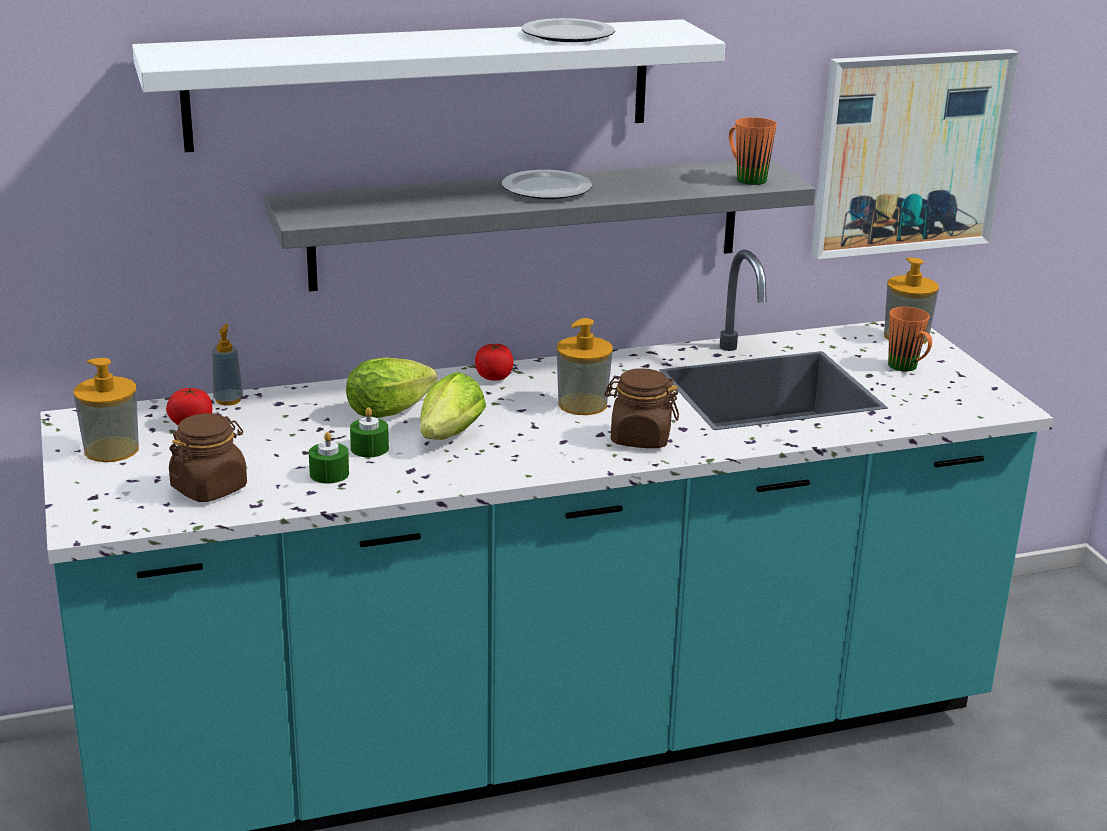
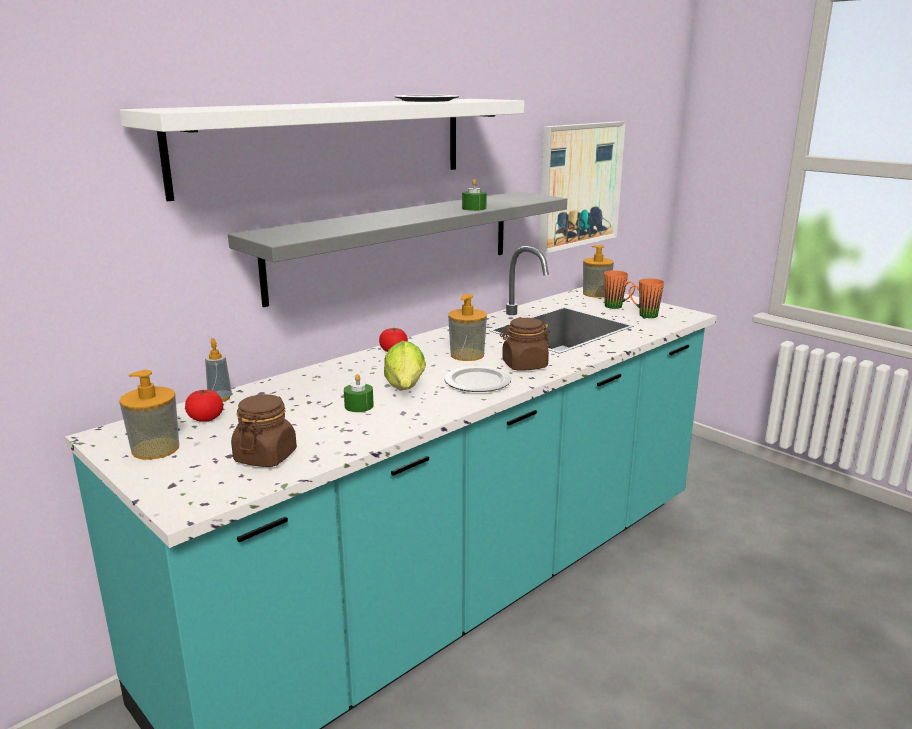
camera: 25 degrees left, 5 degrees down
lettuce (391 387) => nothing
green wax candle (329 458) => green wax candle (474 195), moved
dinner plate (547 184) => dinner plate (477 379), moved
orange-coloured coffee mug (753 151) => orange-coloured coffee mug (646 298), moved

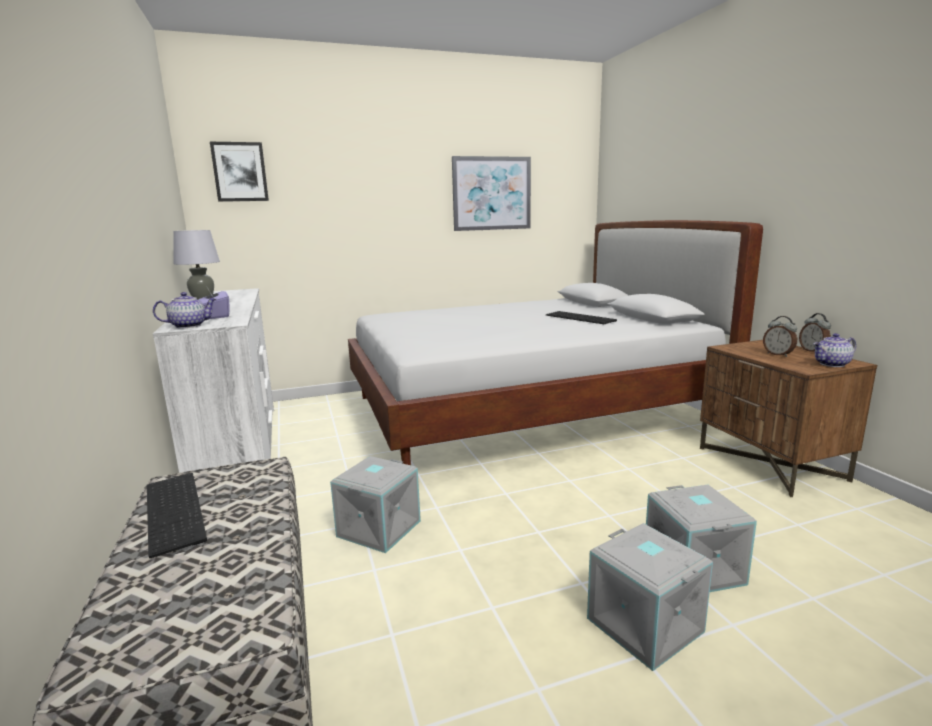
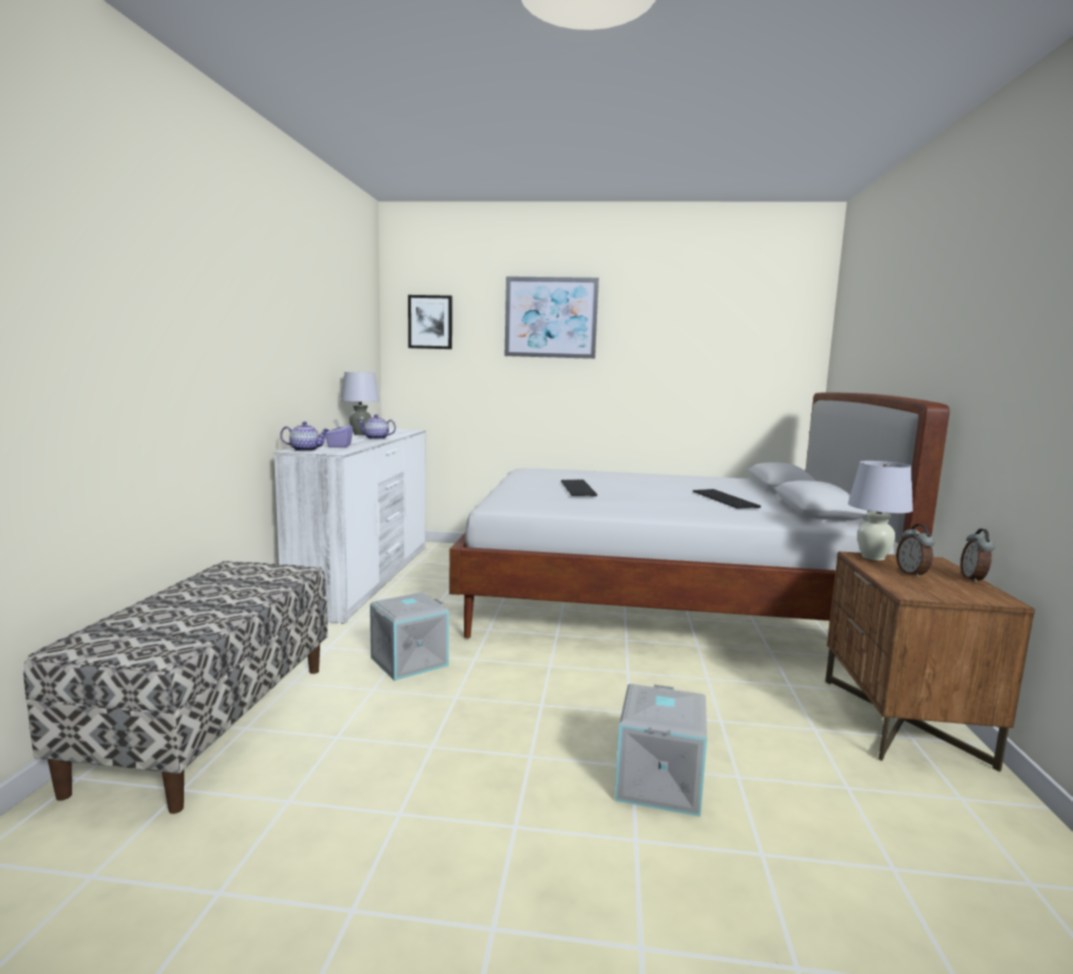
camera: 25 degrees right, 5 degrees down
grey storage box (650 597) => nothing
nothing => white tabletop lamp (880 510)
PC keyboard (177 515) => PC keyboard (579 488), moved
wall picture (491 193) => wall picture (552 317), moved
teapot (834 350) => teapot (376 427), moved

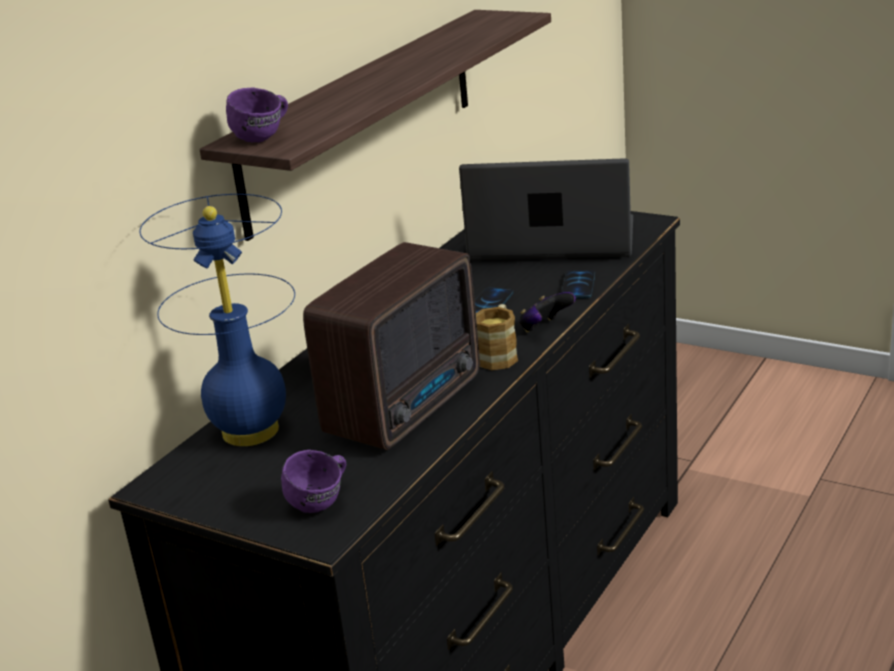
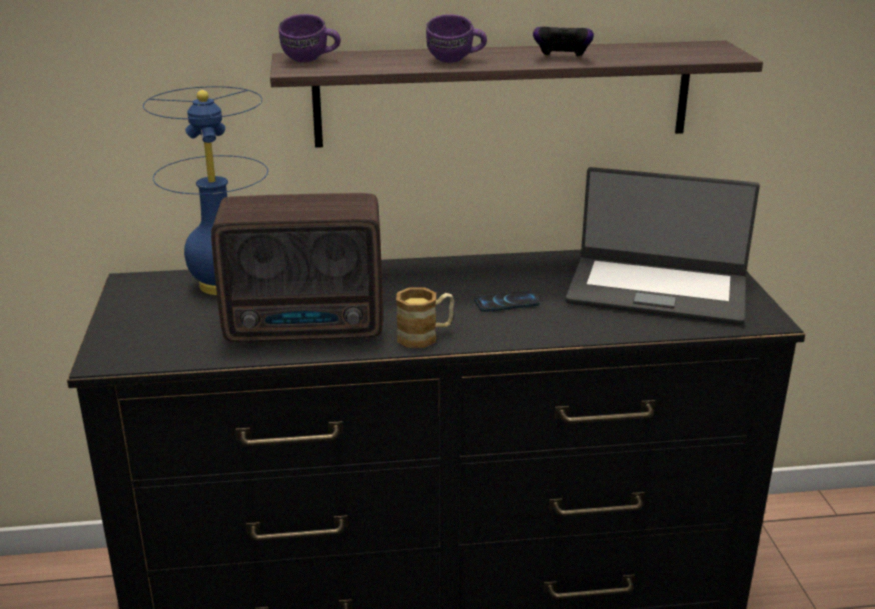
camera: 50 degrees right, 0 degrees up
phone (578 284) => nothing
purple-coloured coffee mug (313 481) => purple-coloured coffee mug (456 38), moved
game controller (547 312) => game controller (563 42), moved
notebook computer (546 209) => notebook computer (662 246), 135 degrees clockwise

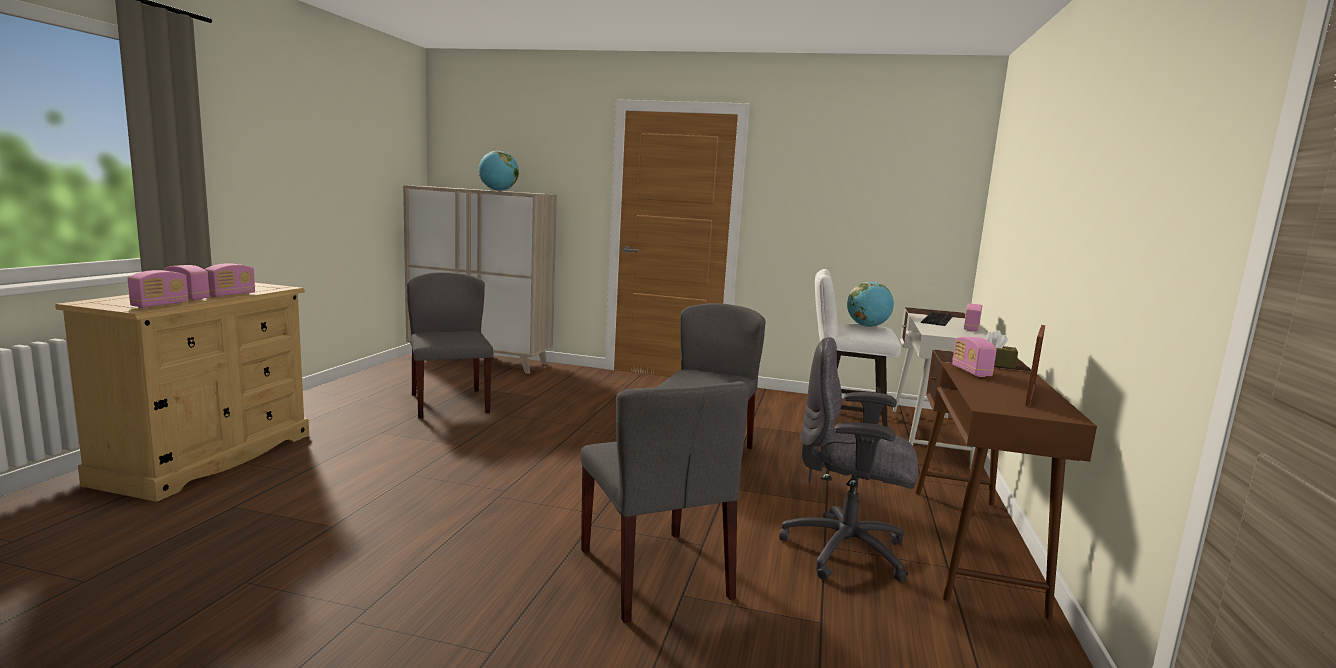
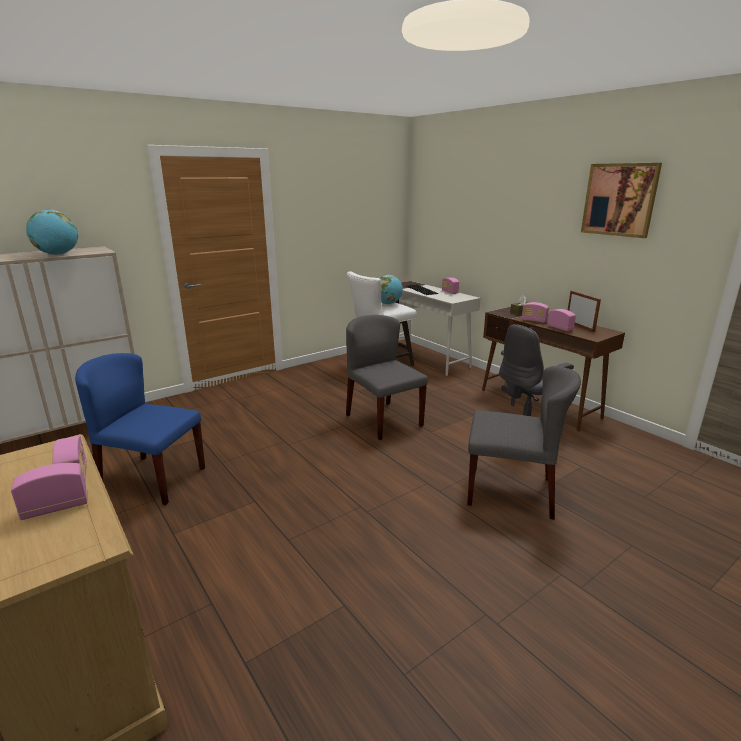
camera: 50 degrees left, 10 degrees up
nothing => wall picture (621 200)
radio set (158 289) => radio set (561 320), moved
grey plain chair (450 345) => bluish plain chair (140 429)

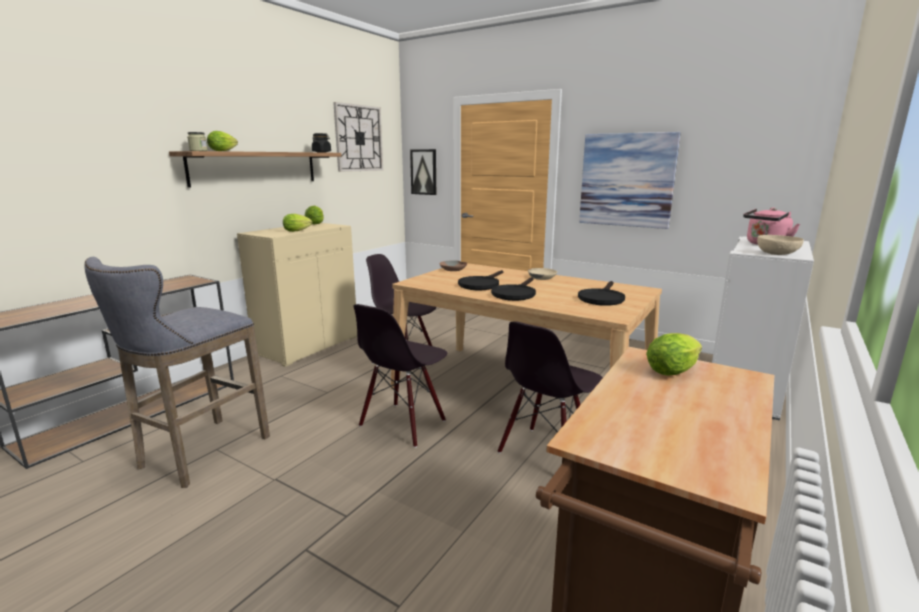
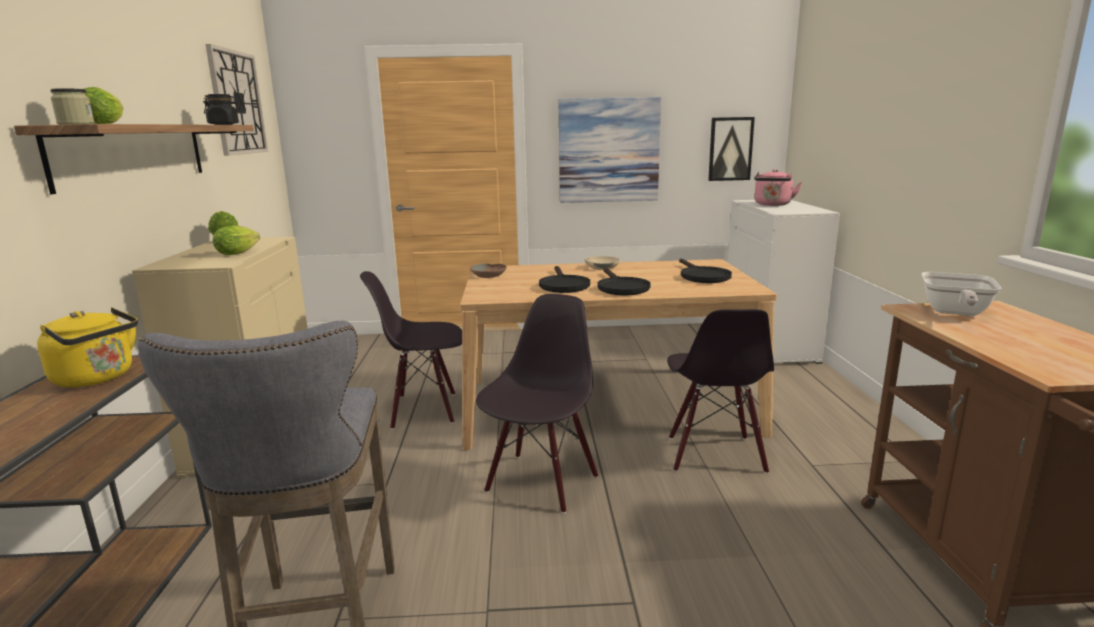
camera: 35 degrees left, 0 degrees up
beige bowl (780 245) => nothing
nothing => yellowish kettle (87 347)
wall picture (423 172) => wall picture (731 149), moved
lettuce (674 354) => skillet (961 294)
black-coloured plain chair (401 376) => black-coloured plain chair (537 404), 150 degrees counterclockwise

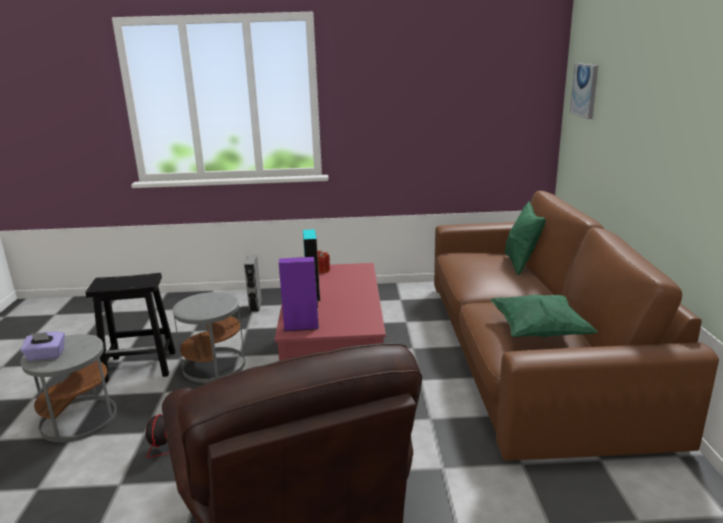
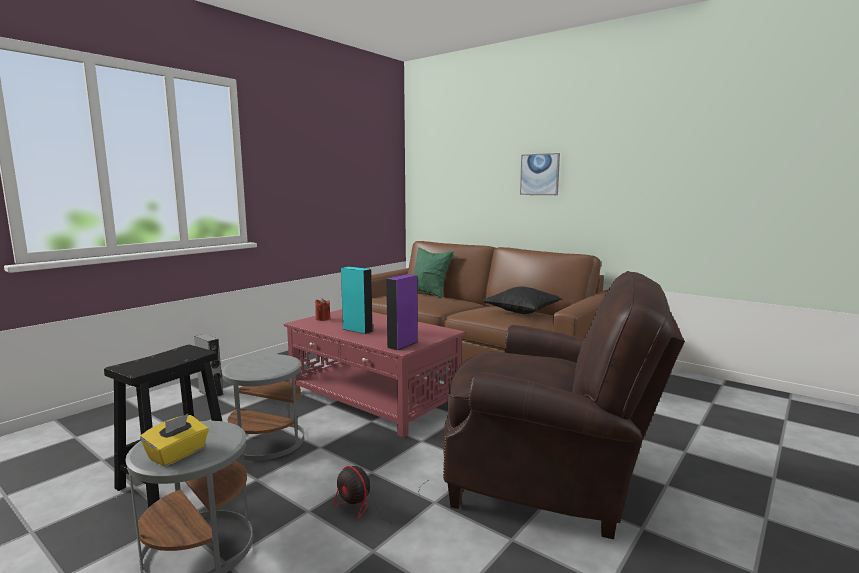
camera: 50 degrees left, 10 degrees down
wall picture (584 91) => wall picture (540 174), moved
purple-coloured tissue box (43 346) => yellowish tissue box (174 440)
green pillow (544 316) => black-coloured pillow (522 300)

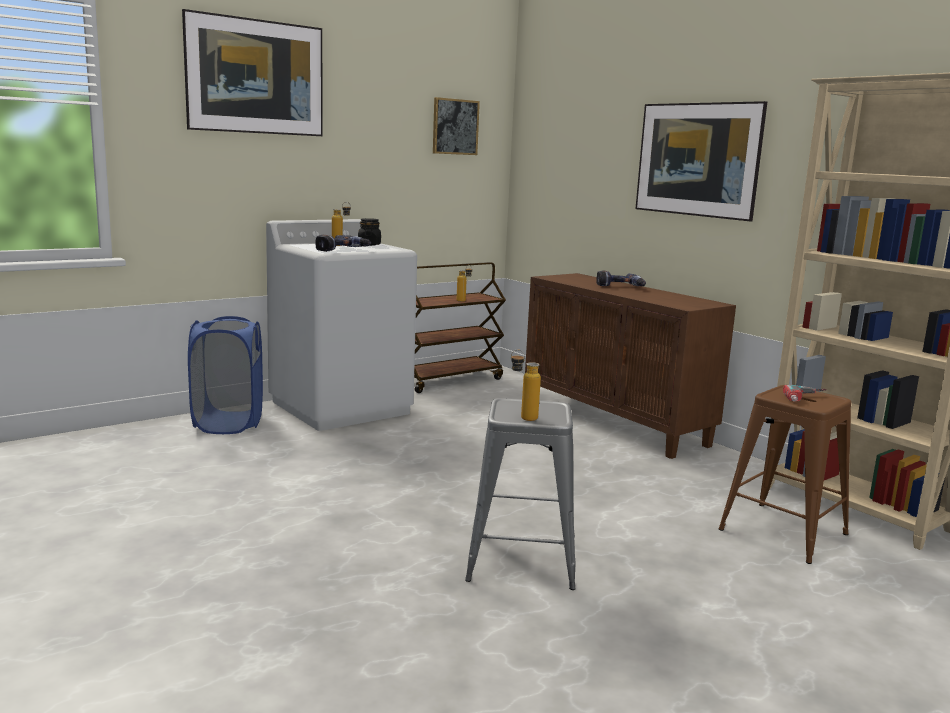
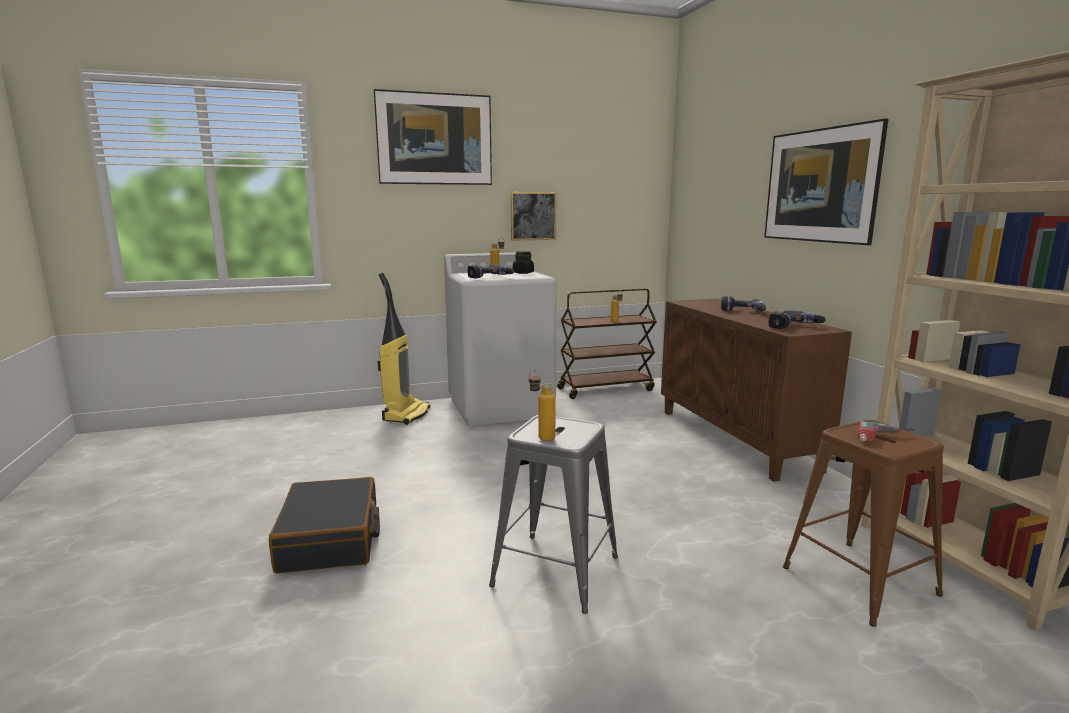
camera: 20 degrees right, 0 degrees up
nothing => black-coloured travel case (324 525)
nothing => electric drill (797 319)
wall picture (456 126) => wall picture (534 216), moved
bluish hamper (225 375) => hoover (404 349)

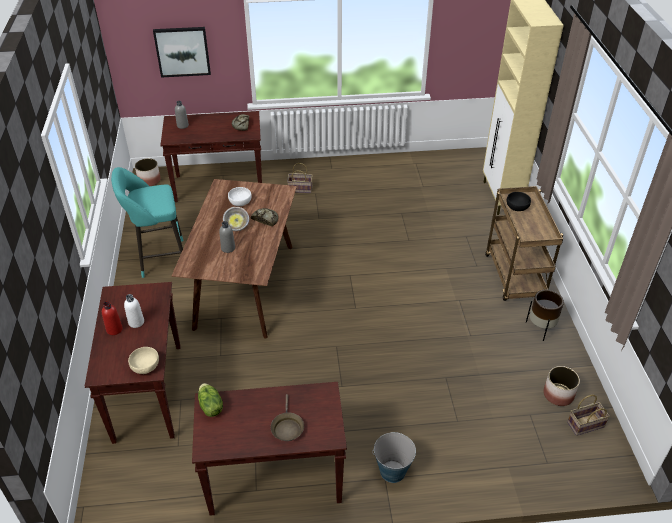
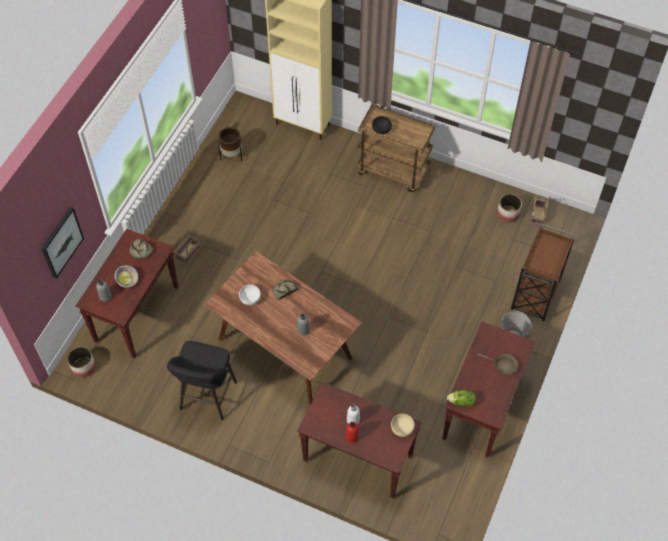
camera: 60 degrees left, 15 degrees up
nothing => brown wheeled cart (543 272)
bowl (236 219) => bowl (126 276), moved
brown plant pot (545 315) => brown plant pot (230 144), moved
turquoise-coloured sitting stool (147 222) => black-coloured sitting stool (202 380)

